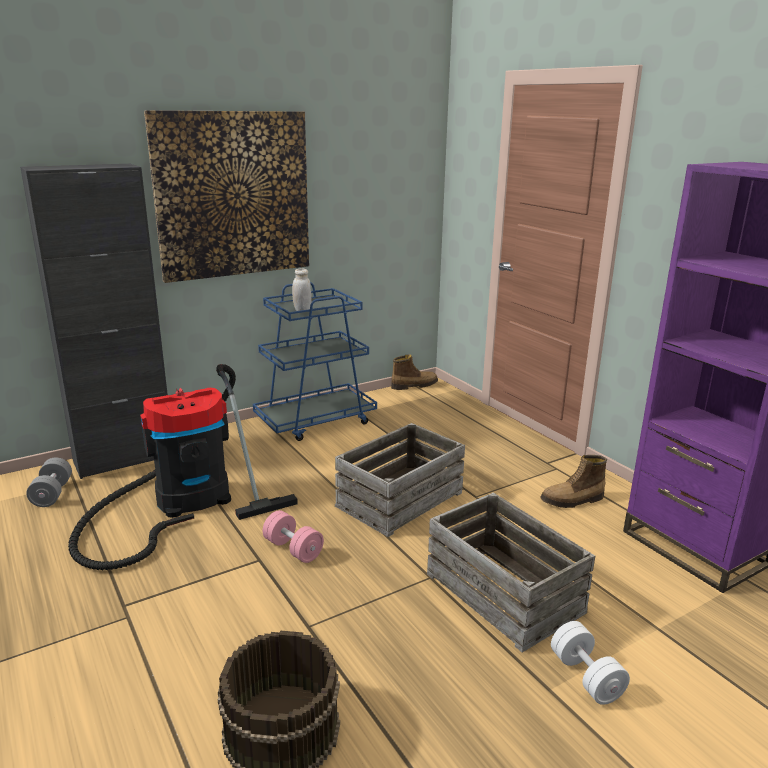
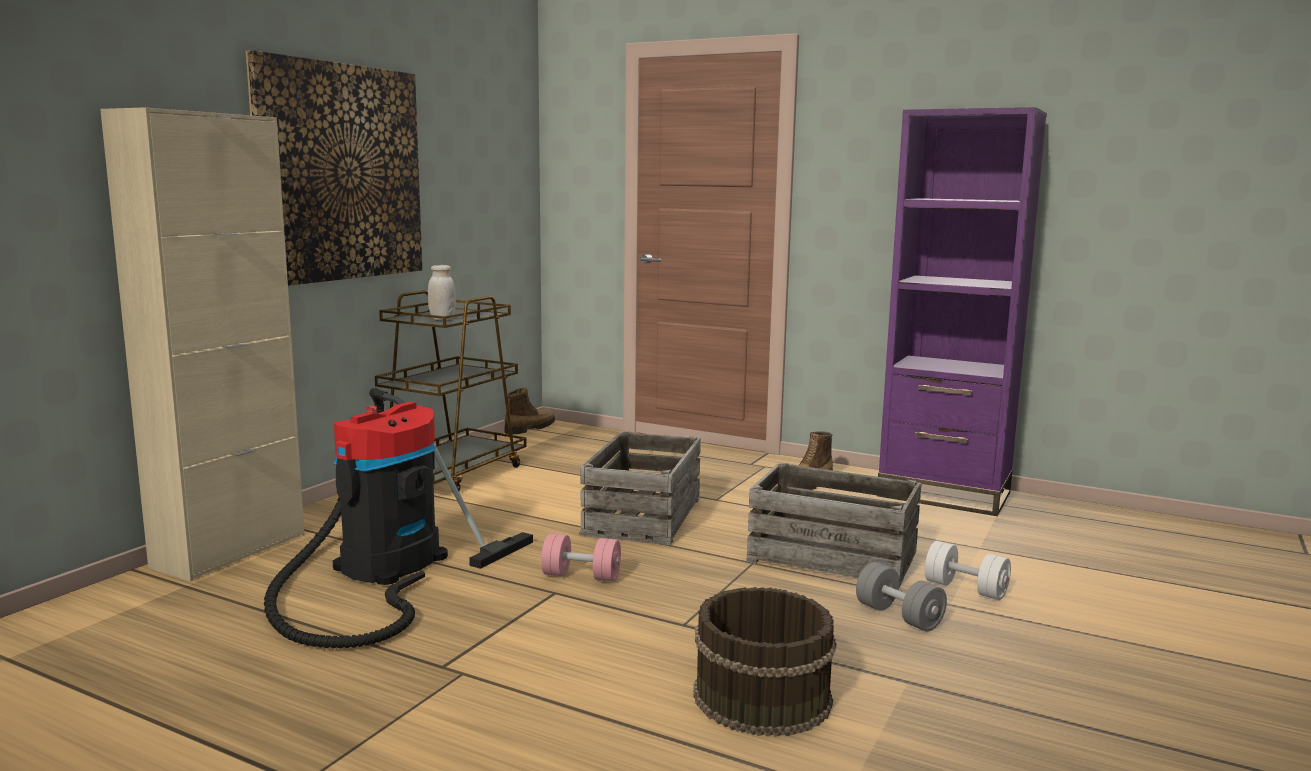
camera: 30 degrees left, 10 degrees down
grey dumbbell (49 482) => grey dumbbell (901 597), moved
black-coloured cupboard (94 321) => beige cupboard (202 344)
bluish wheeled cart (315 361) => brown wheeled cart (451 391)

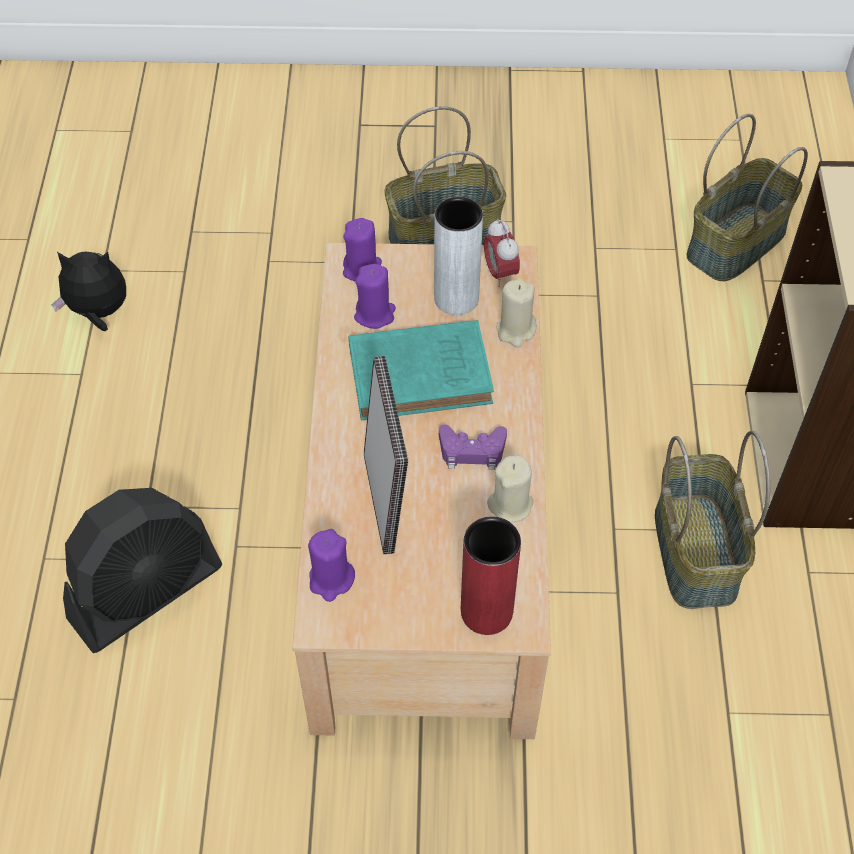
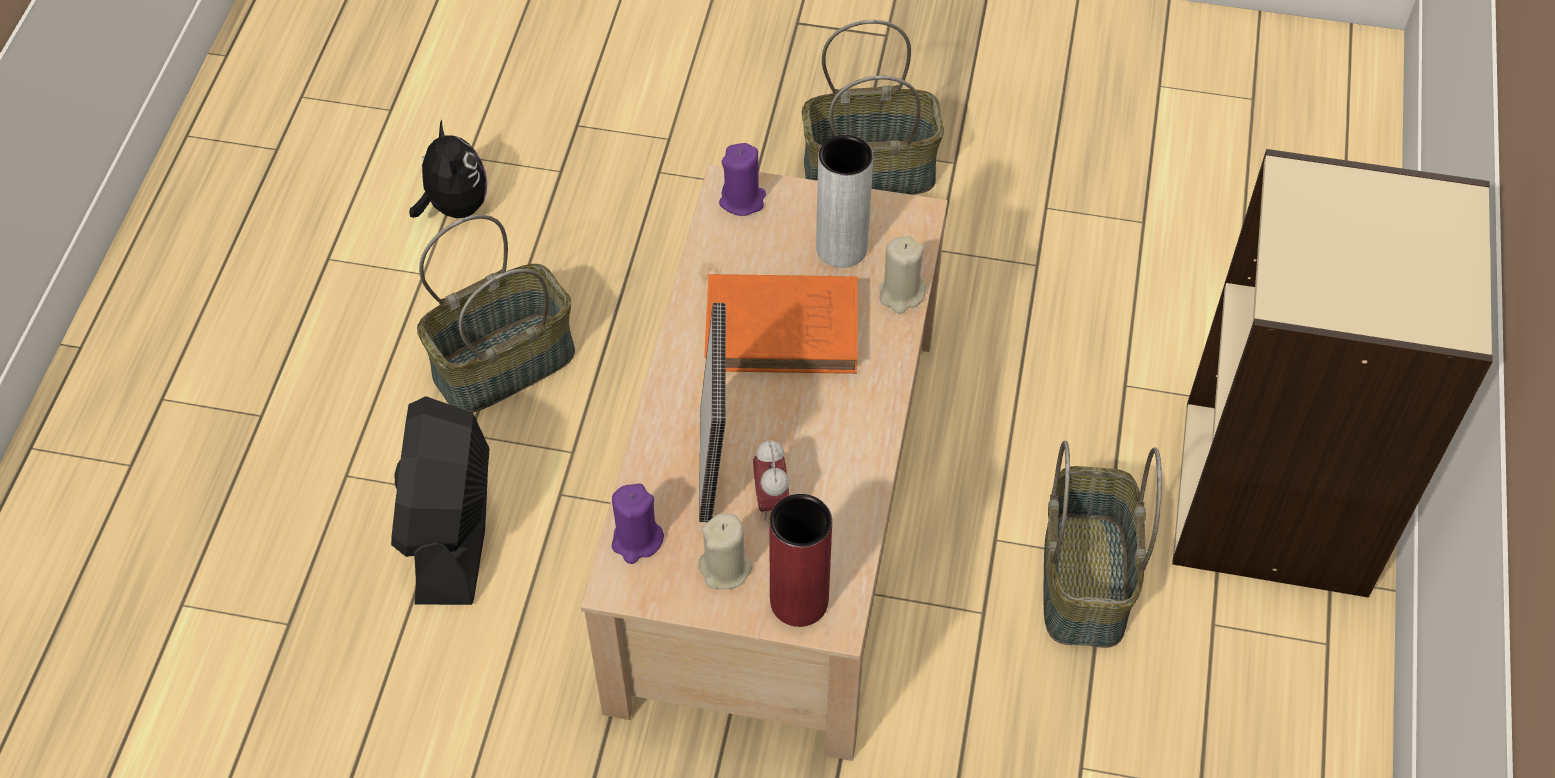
camera: 10 degrees right, 0 degrees up
purple-coloured wax candle (375 296) => nothing
purple-coloured game controller (473 447) => nothing
bedside clock (502 253) => bedside clock (771 480), moved
beige wax candle (510 489) => beige wax candle (725 551), moved
household basket (747 197) => household basket (496 314), moved
turquoise-coloured book (421 370) => orange-coloured book (781 324)
soft toy (89 291) => soft toy (448 168), 60 degrees clockwise
black-coloured fan (143 570) => black-coloured fan (440 500), 120 degrees clockwise

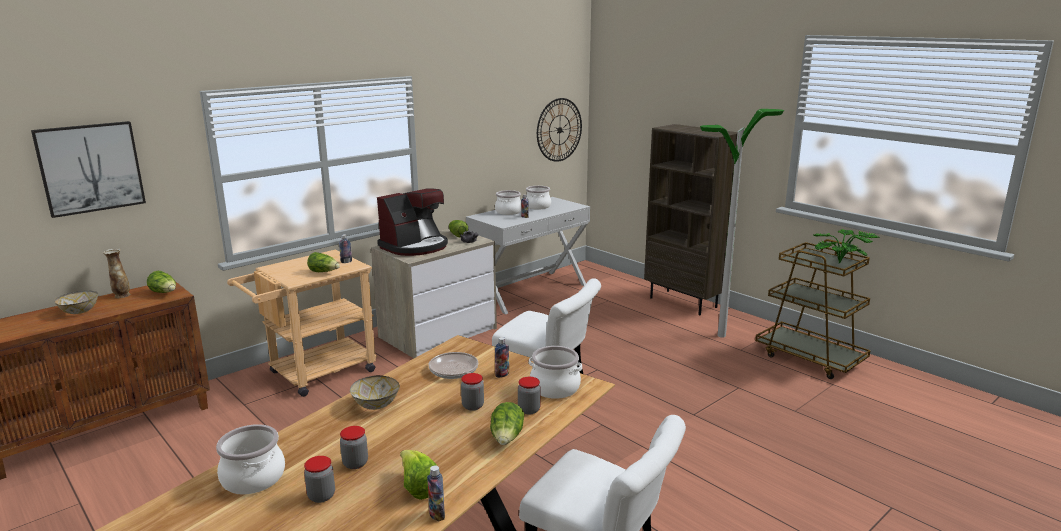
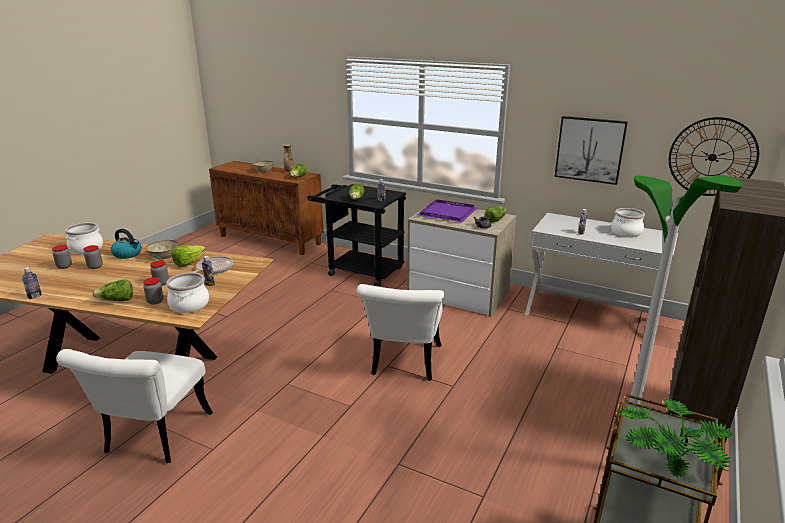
camera: 70 degrees right, 5 degrees up
saucepot (508 202) => nothing
nothing => kettle (126 244)
wall picture (88 169) => wall picture (591 150), moved
lettuce (418 475) => lettuce (188 256), moved
coffee brewer (412 222) => purple-coloured tray (447 210)
beige wheeled cart (302 323) => black-coloured wheeled cart (356 235)

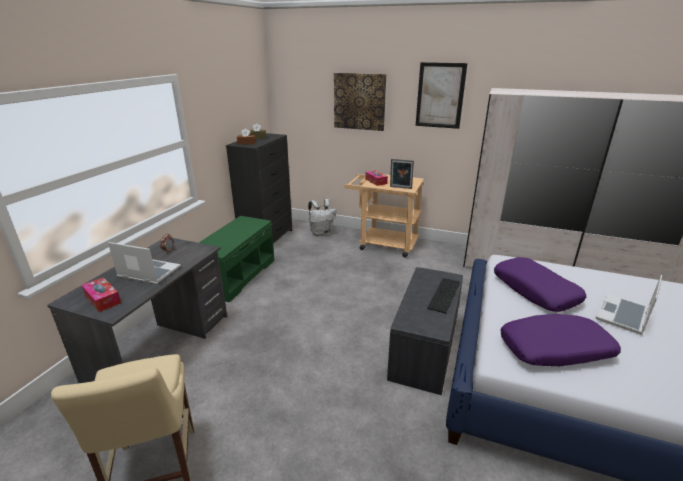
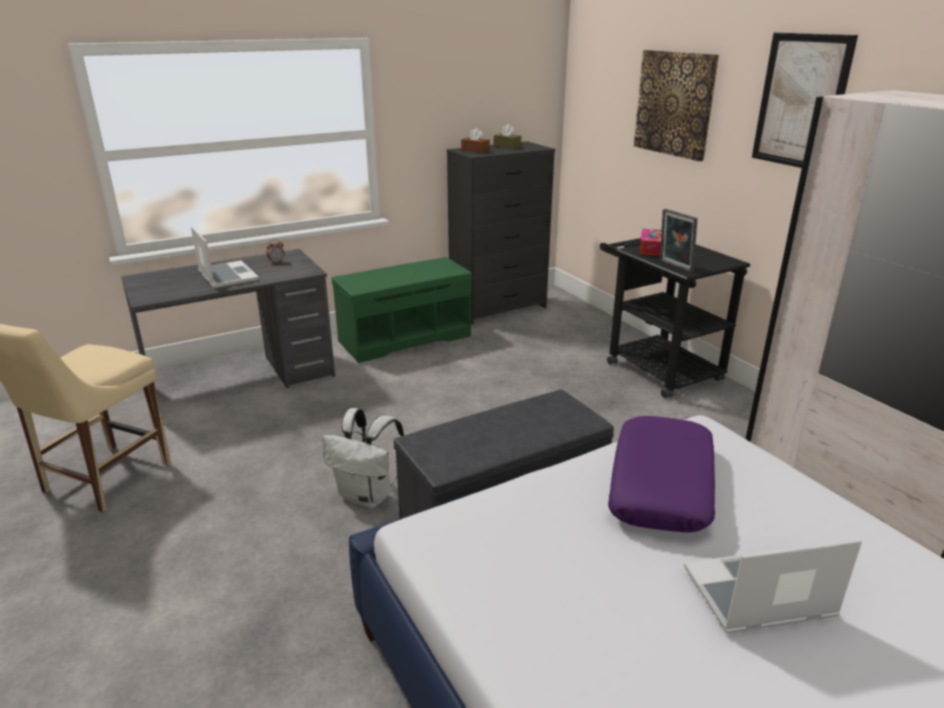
camera: 40 degrees right, 0 degrees up
tissue box (101 294) => nothing
PC keyboard (443 296) => nothing
purple-coloured pillow (560 340) => nothing
white knapsack (322 217) => white knapsack (363 458), moved
beige wheeled cart (384 215) => black-coloured wheeled cart (675 318)

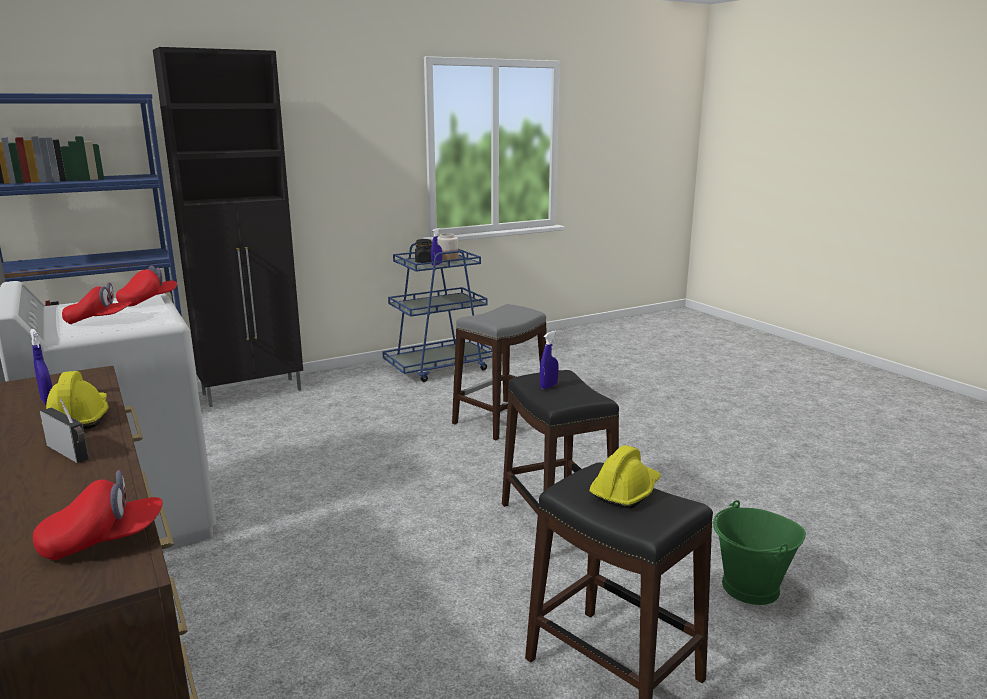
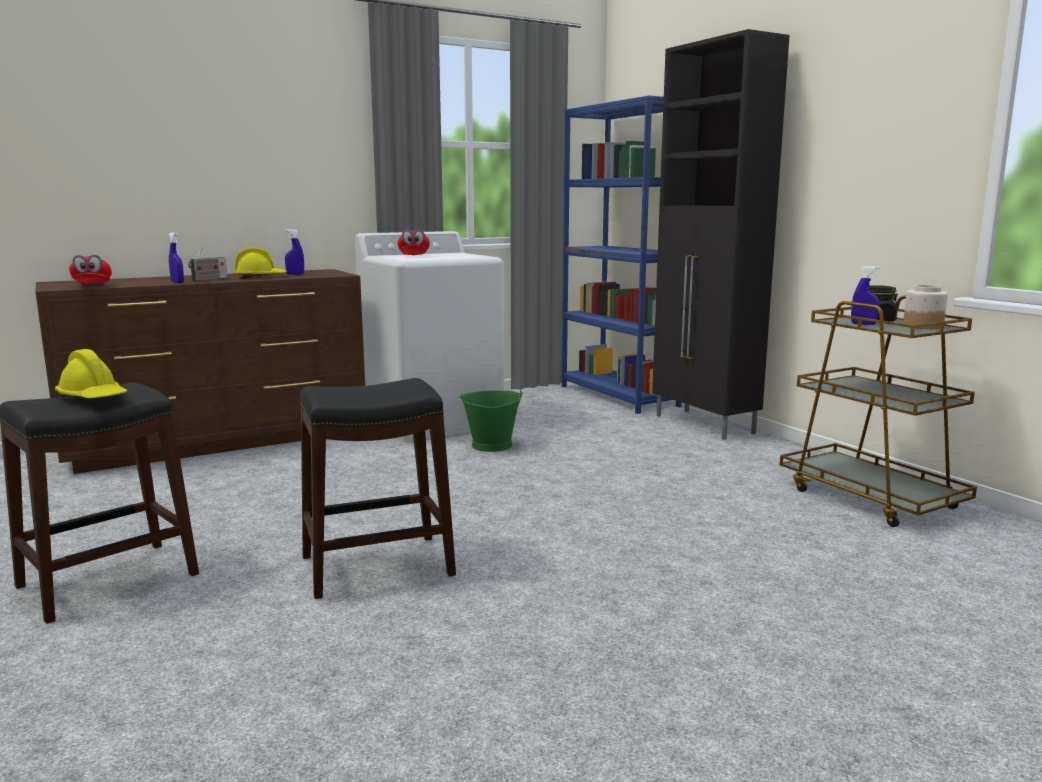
camera: 90 degrees right, 5 degrees down
reddish peaked cap (146 285) => nothing
grey sitting stool (499 372) => nothing
bluish spray bottle (549 359) => bluish spray bottle (176 257), moved
green pail (759 552) => green pail (491 421), moved
bluish wheeled cart (437 311) => brown wheeled cart (878 411)

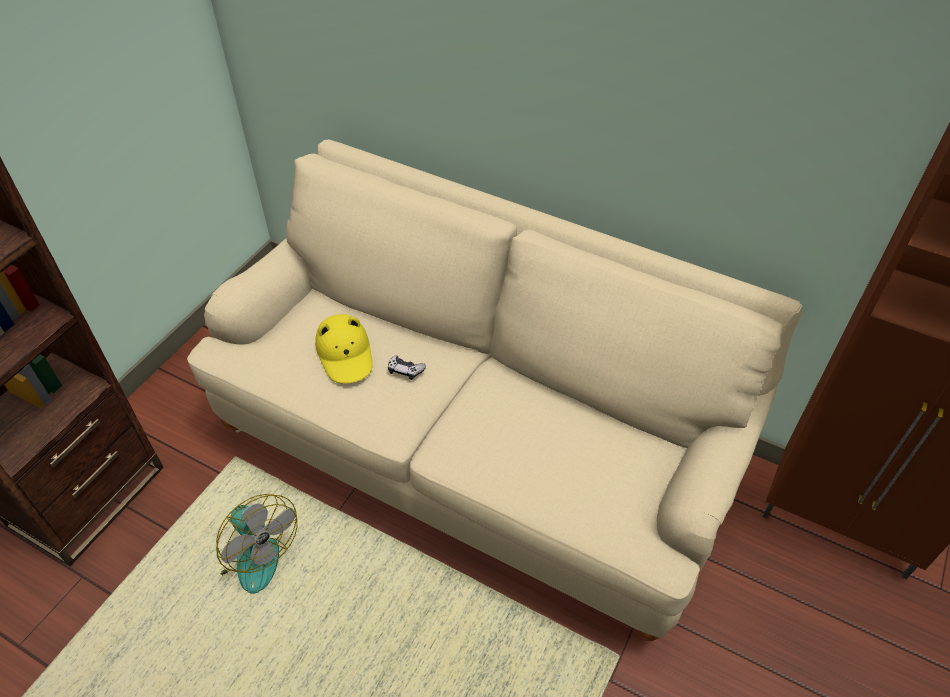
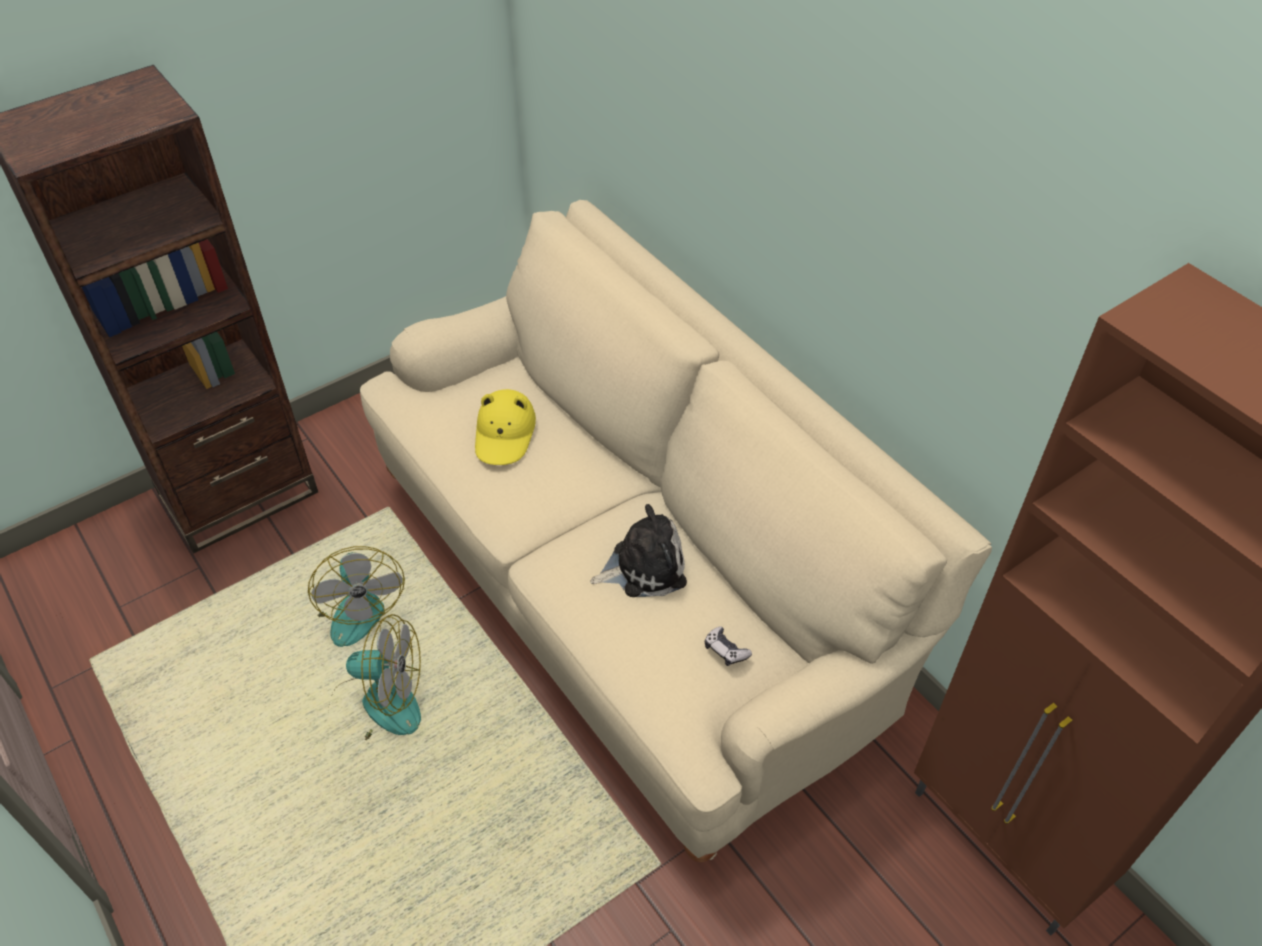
camera: 25 degrees right, 0 degrees up
nothing => fan (374 677)
nothing => soft toy (638 550)
game controller (407 367) => game controller (728 646), moved

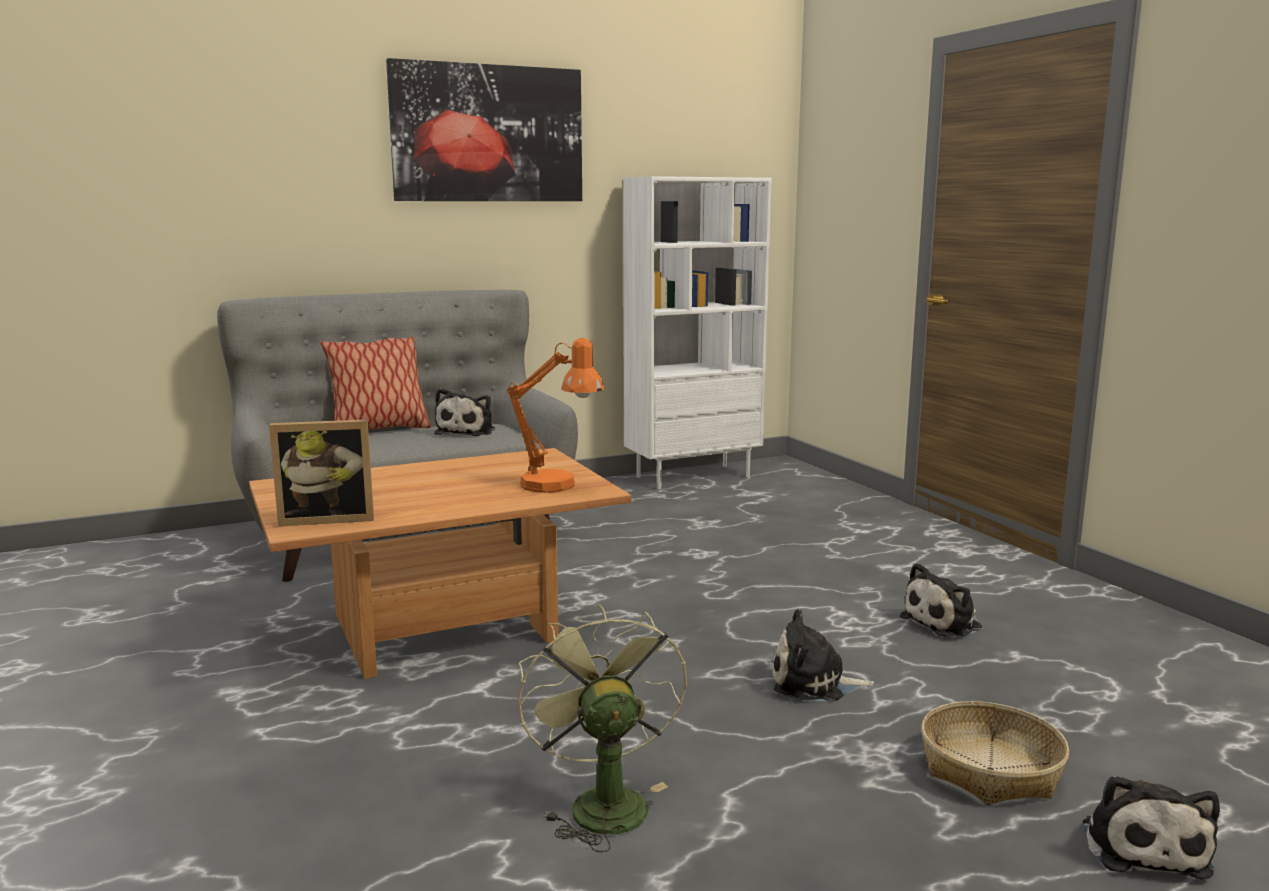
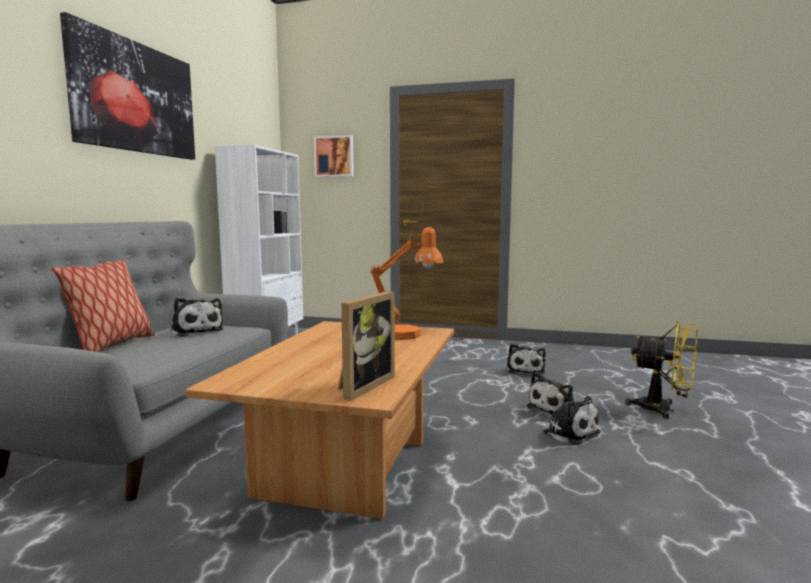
camera: 50 degrees left, 5 degrees down
green fan (602 728) => nothing
nothing => wall picture (334 156)
soft toy (1151 827) => soft toy (567 420), moved
household basket (995 753) => yellowish fan (661 370)

